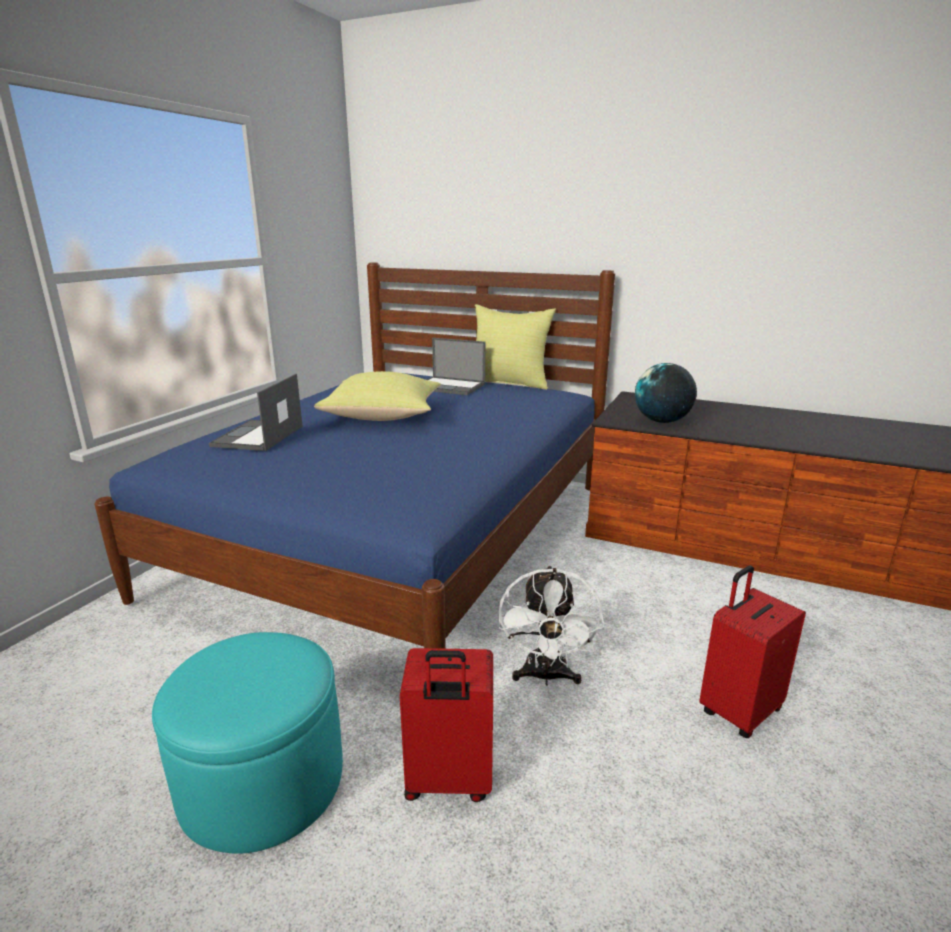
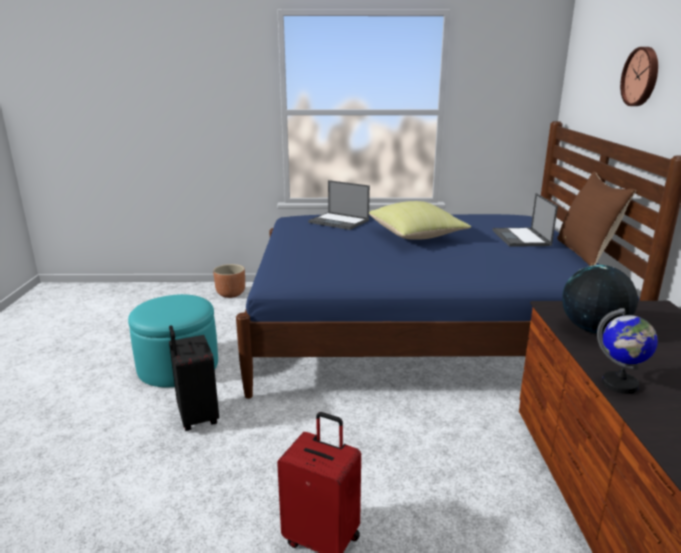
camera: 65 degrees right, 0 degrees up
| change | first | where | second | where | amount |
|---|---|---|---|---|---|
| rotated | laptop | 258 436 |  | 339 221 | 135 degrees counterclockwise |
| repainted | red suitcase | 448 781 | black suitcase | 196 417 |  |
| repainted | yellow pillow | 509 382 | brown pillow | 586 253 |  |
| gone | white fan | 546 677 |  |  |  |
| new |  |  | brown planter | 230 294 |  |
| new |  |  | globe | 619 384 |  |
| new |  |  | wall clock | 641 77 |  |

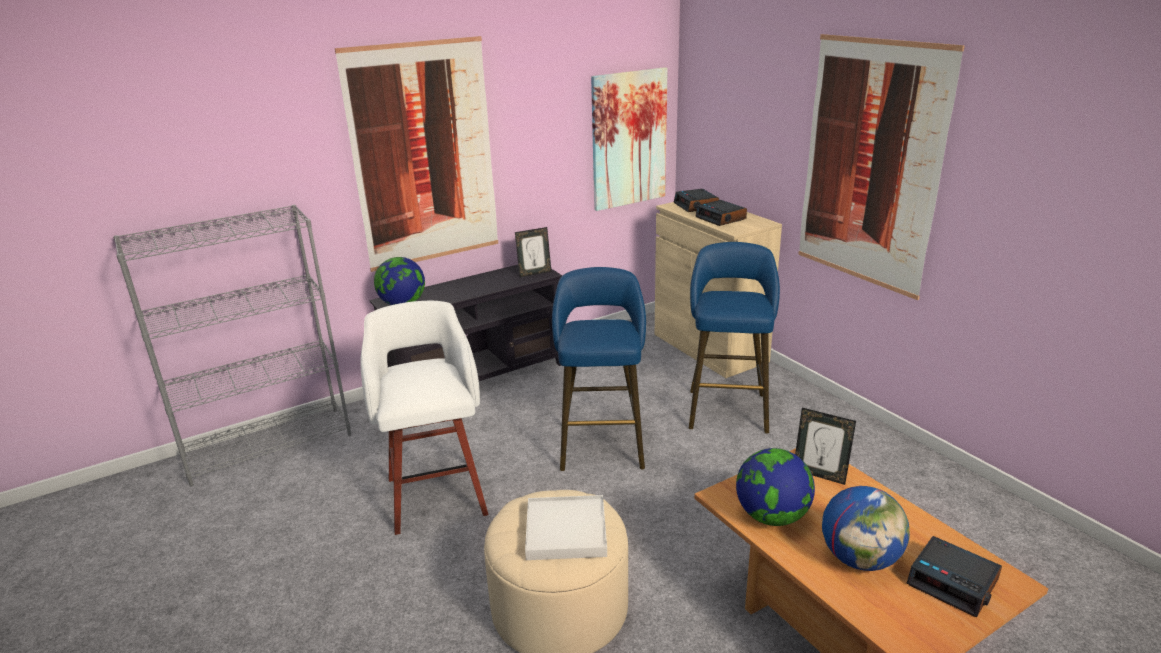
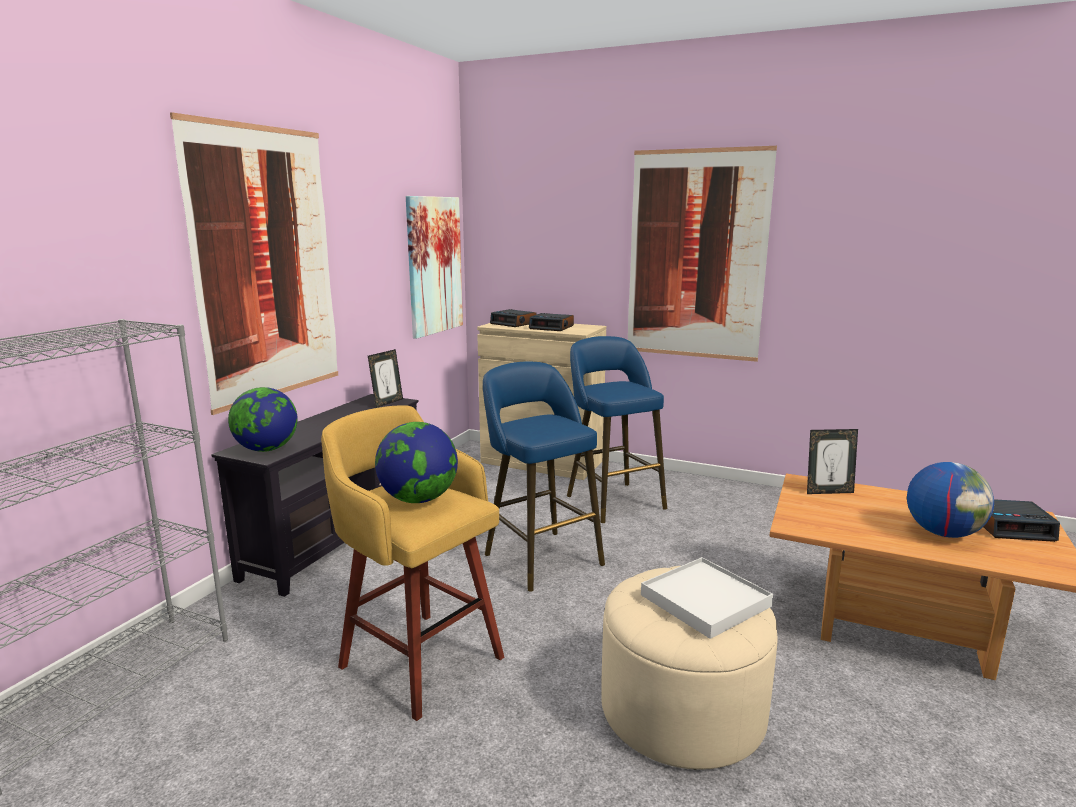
camera: 35 degrees left, 10 degrees down
| change | first | where | second | where | amount |
|---|---|---|---|---|---|
| repainted | white stool | 436 493 | yellow stool | 418 659 |  |
| shifted | globe | 772 516 |  | 418 499 |  |

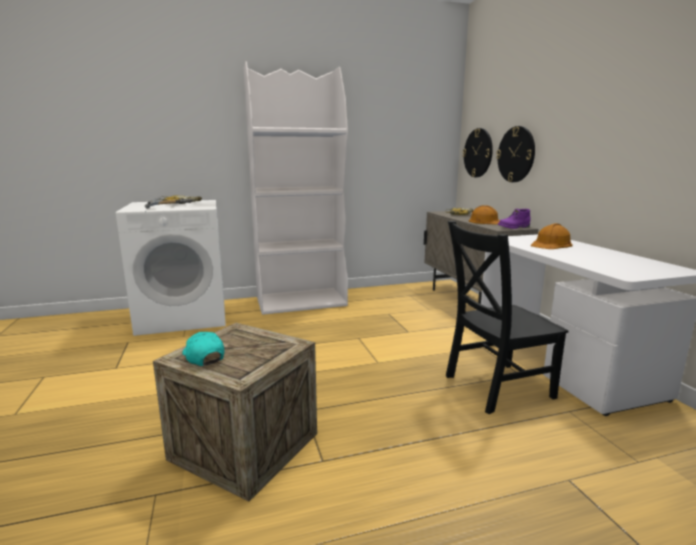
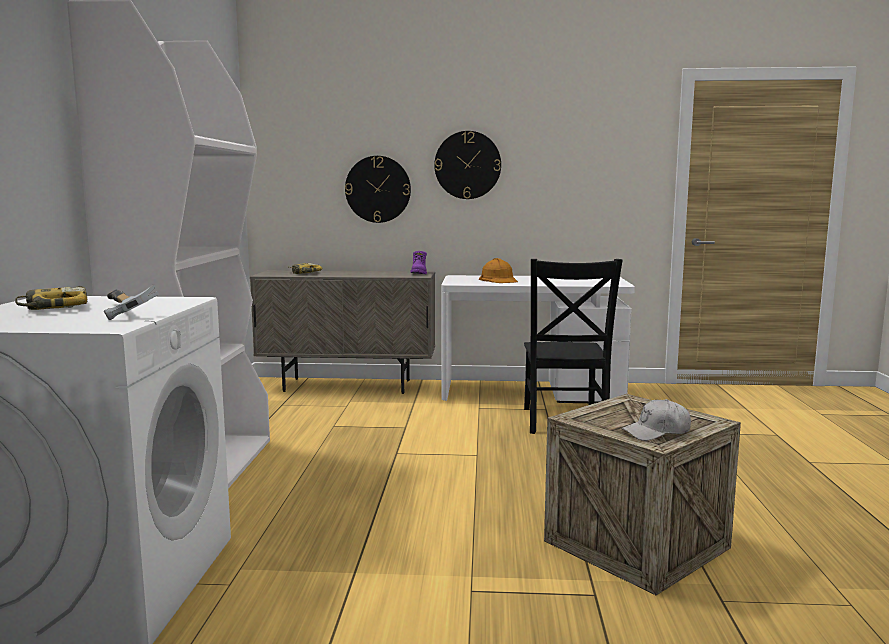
camera: 70 degrees left, 5 degrees down
| change | first | where | second | where | amount |
|---|---|---|---|---|---|
| repainted | turquoise cap | 203 356 | white cap | 656 432 |  |
| shifted | wall clock | 478 153 |  | 467 165 |  |
| gone | orange hard hat | 486 222 |  |  |  |

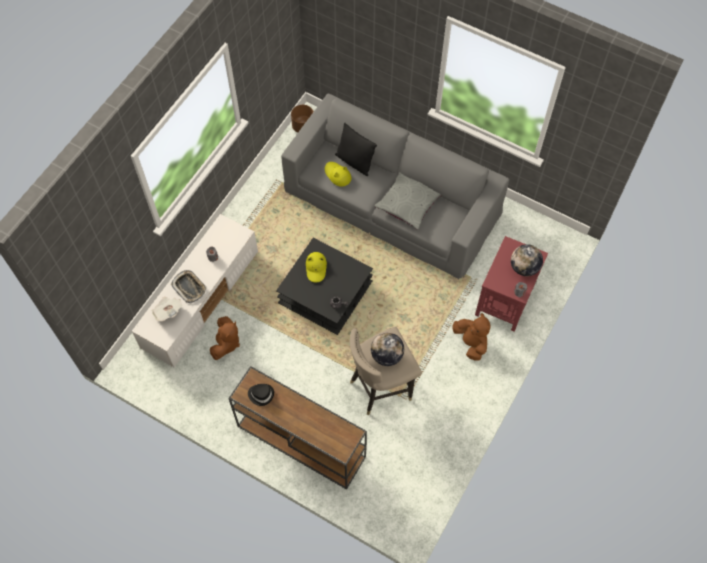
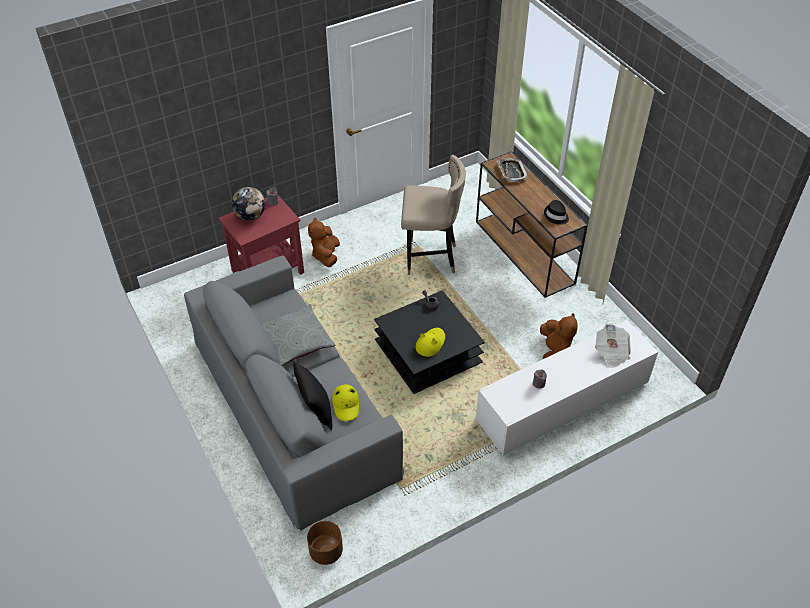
camera: 150 degrees left, 15 degrees down
| change | first | where | second | where | amount |
|---|---|---|---|---|---|
| shifted | tray | 189 287 |  | 511 172 |  |
| rotated | brown plush toy | 226 343 |  | 554 351 | 135 degrees clockwise |
| gone | globe | 386 355 |  |  |  |

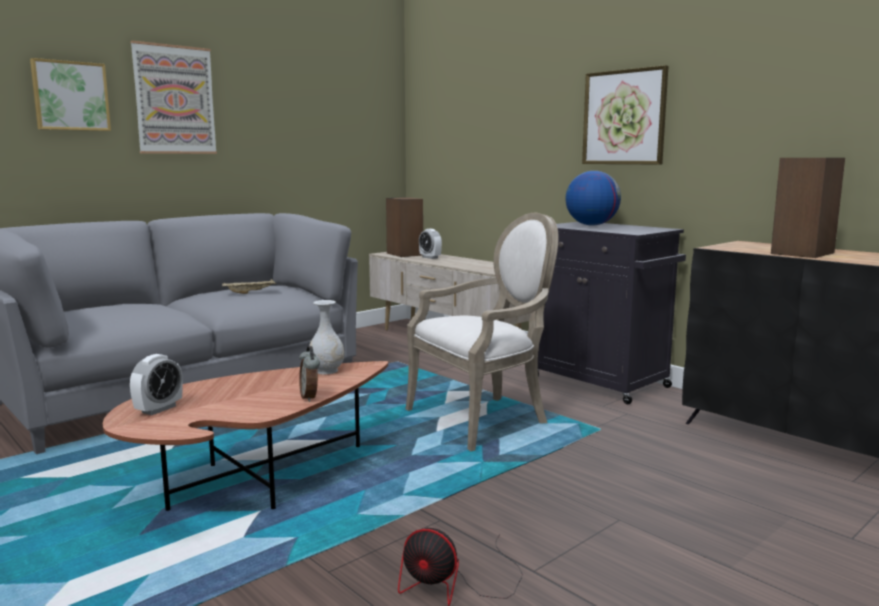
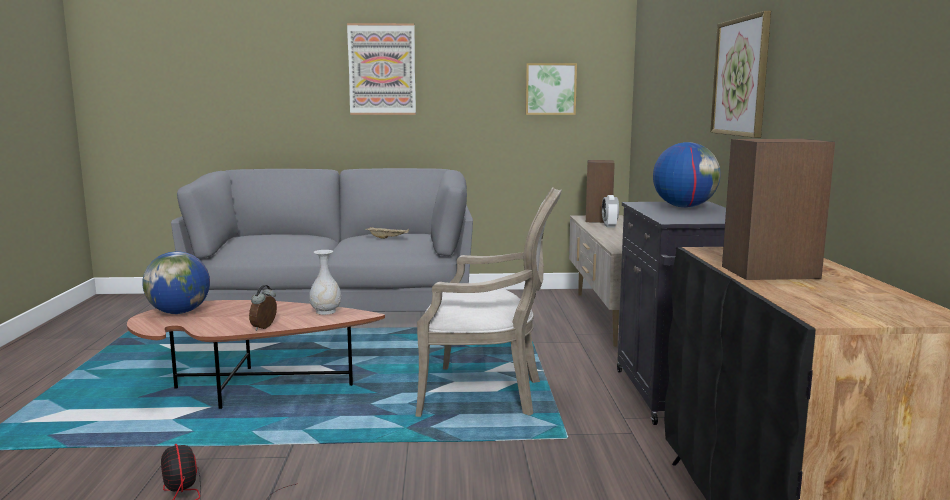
camera: 40 degrees right, 0 degrees up
| change | first | where | second | where | amount |
|---|---|---|---|---|---|
| shifted | picture | 70 96 |  | 550 89 |  |
| swapped | alarm clock | 159 409 | globe | 179 312 |  |

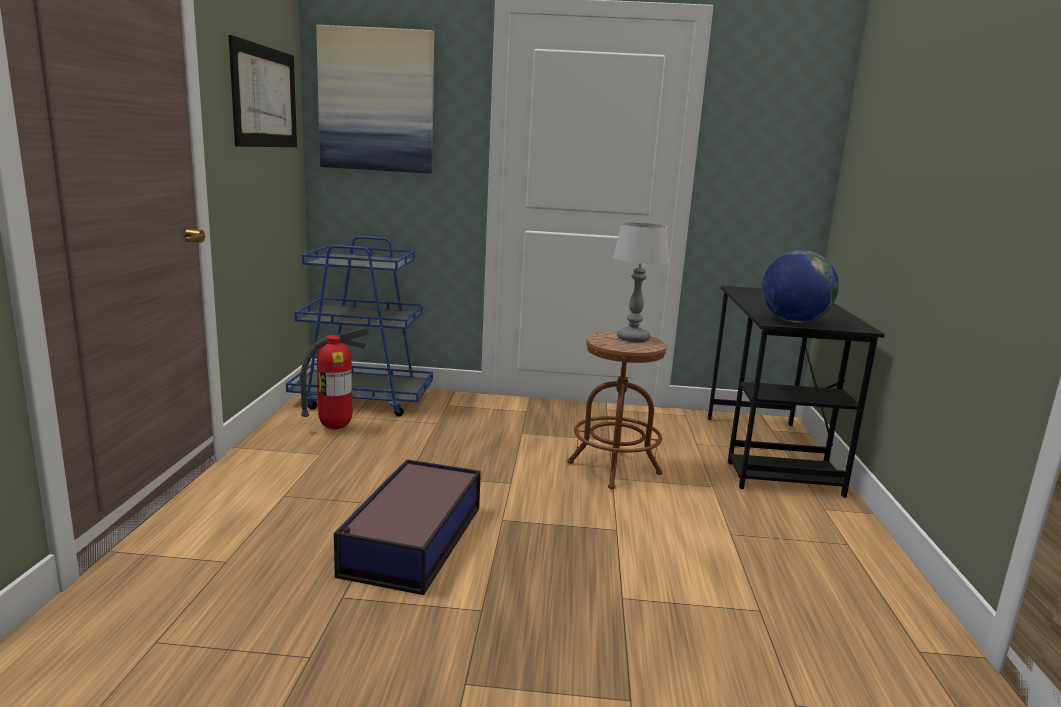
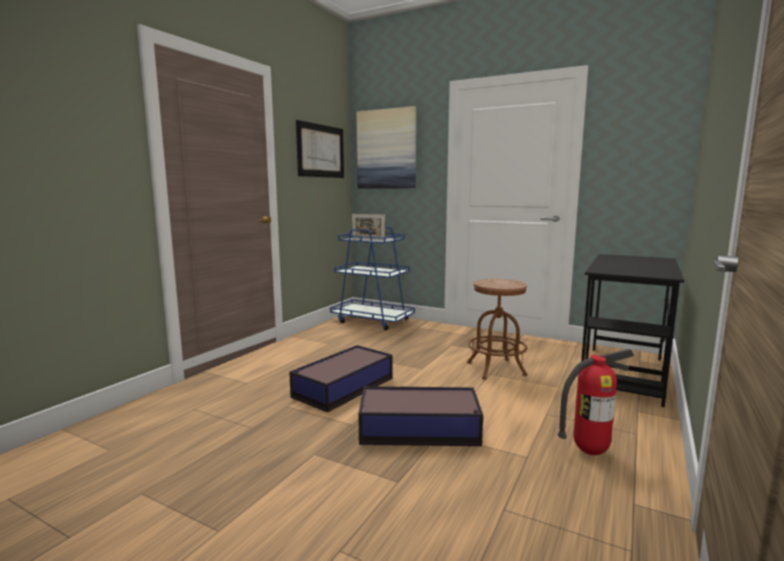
camera: 25 degrees right, 5 degrees down
| change | first | where | second | where | amount |
|---|---|---|---|---|---|
| shifted | fire extinguisher | 335 427 |  | 590 451 |  |
| gone | table lamp | 633 339 |  |  |  |
| gone | globe | 793 321 |  |  |  |
| new |  |  | picture frame | 368 239 |  |
| new |  |  | storage box | 420 429 |  |

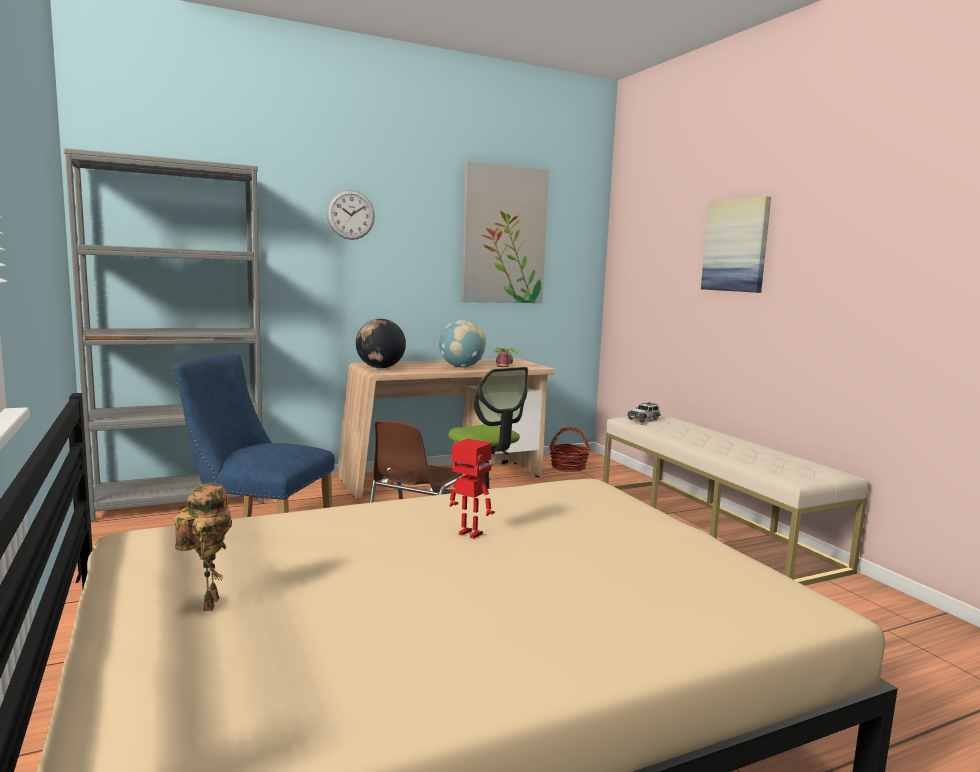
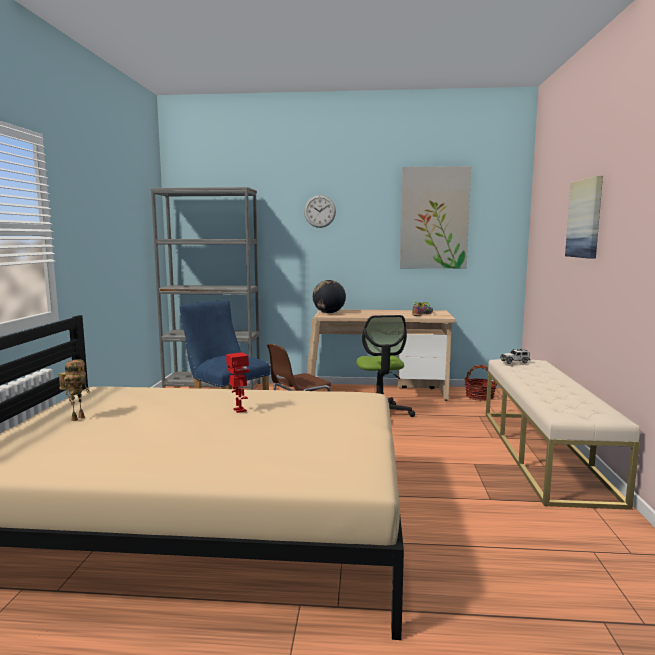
camera: 30 degrees right, 0 degrees up
| change | first | where | second | where | amount |
|---|---|---|---|---|---|
| gone | globe | 461 367 |  |  |  |

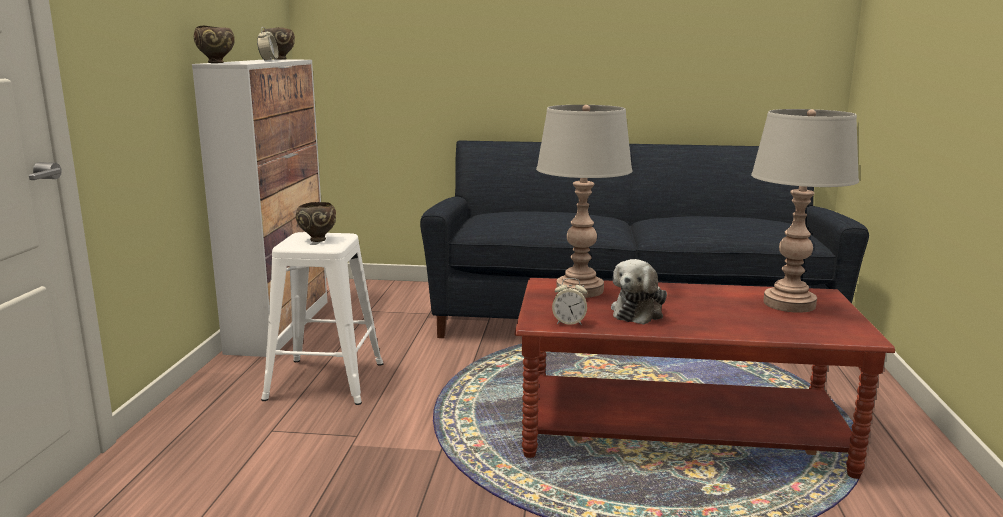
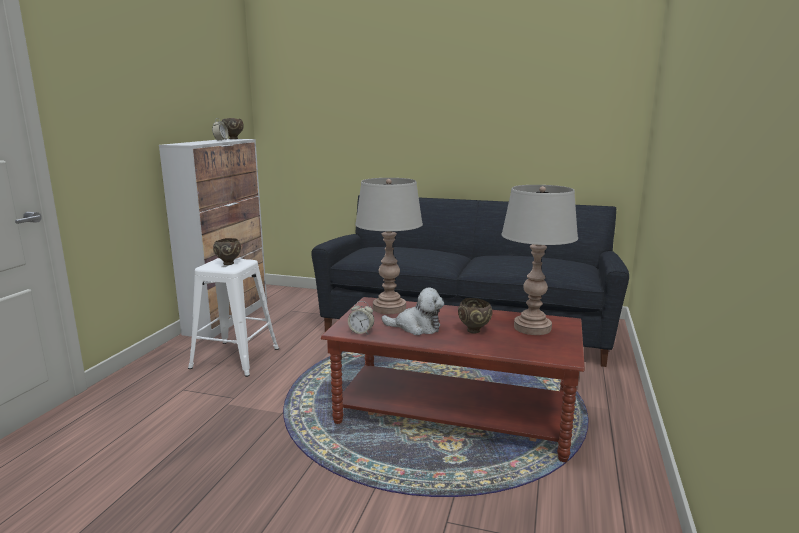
camera: 10 degrees right, 0 degrees up
| change | first | where | second | where | amount |
|---|---|---|---|---|---|
| shifted | brown bowl | 217 62 |  | 474 331 |  |
| rotated | plush toy | 639 312 |  | 416 327 | 120 degrees counterclockwise |

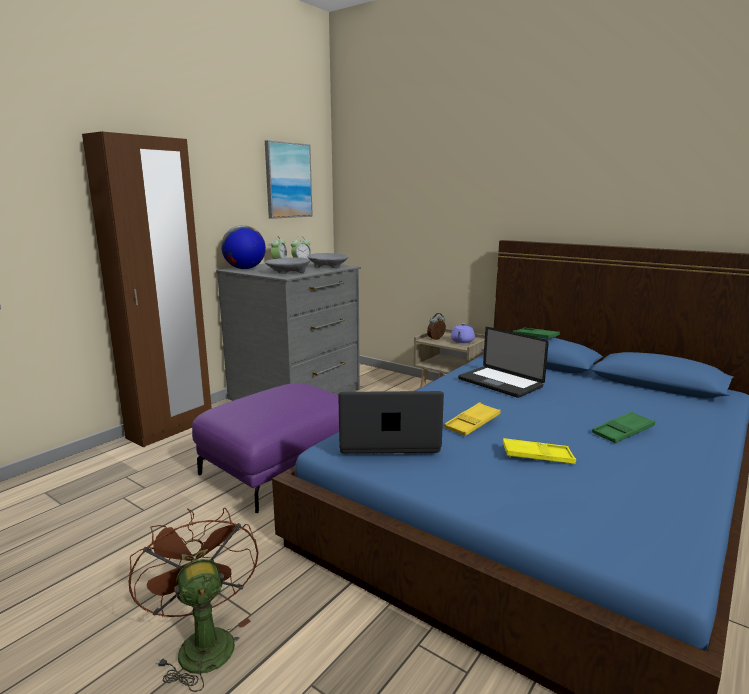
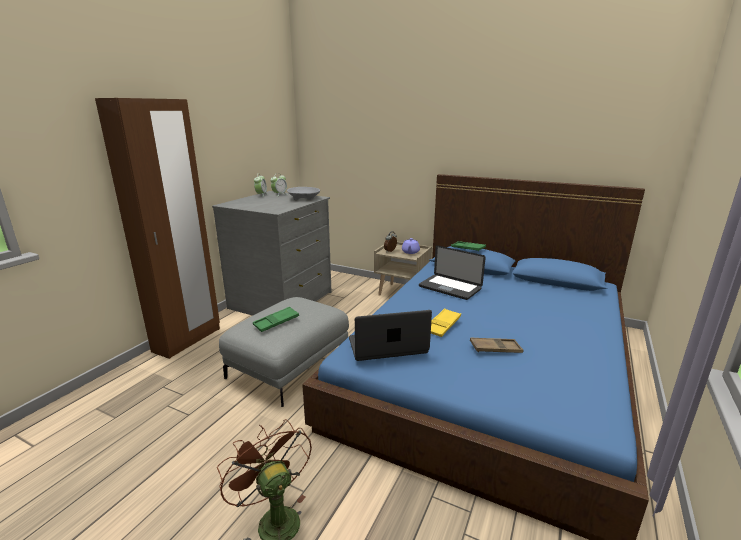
camera: 10 degrees left, 5 degrees up
| change | first | where | second | where | amount |
|---|---|---|---|---|---|
| repainted | purple ottoman | 280 469 | grey ottoman | 290 367 |  |
| gone | globe | 245 269 |  |  |  |
| gone | picture | 288 180 |  |  |  |
| gone | grey bowl | 288 272 |  |  |  |
| repainted | yellow tray | 537 456 | brown tray | 495 349 |  |
| shifted | green tray | 623 432 |  | 276 322 |  |

